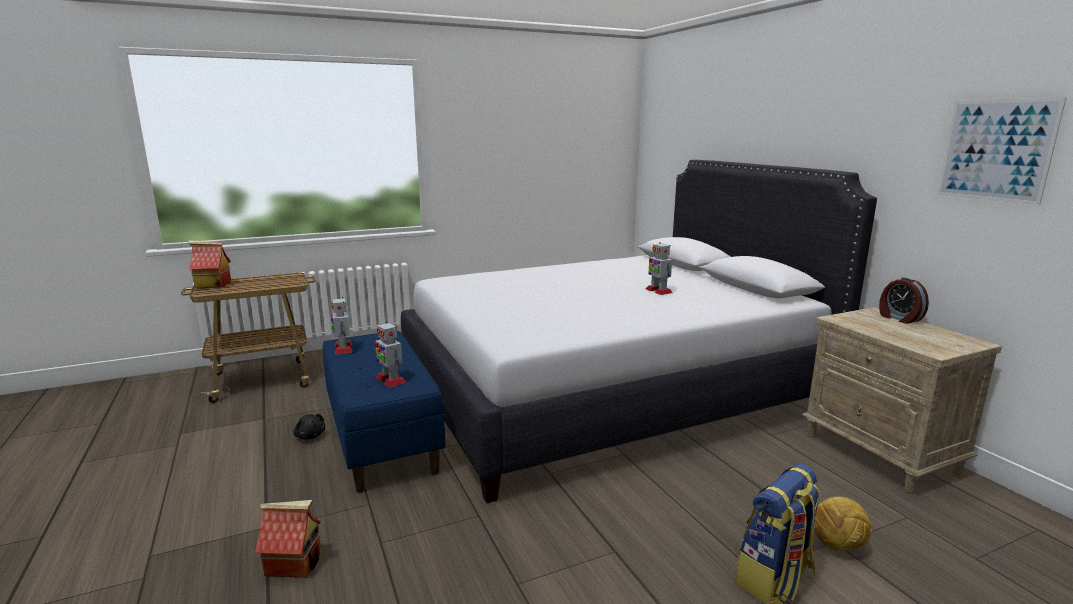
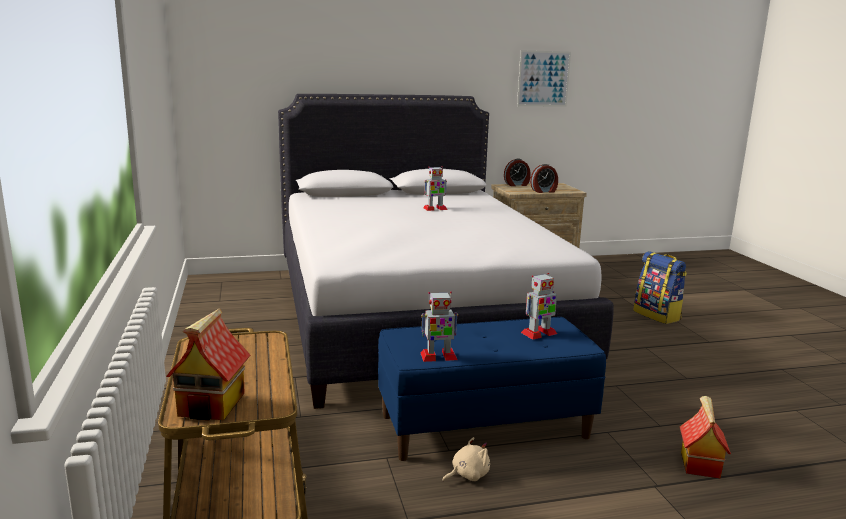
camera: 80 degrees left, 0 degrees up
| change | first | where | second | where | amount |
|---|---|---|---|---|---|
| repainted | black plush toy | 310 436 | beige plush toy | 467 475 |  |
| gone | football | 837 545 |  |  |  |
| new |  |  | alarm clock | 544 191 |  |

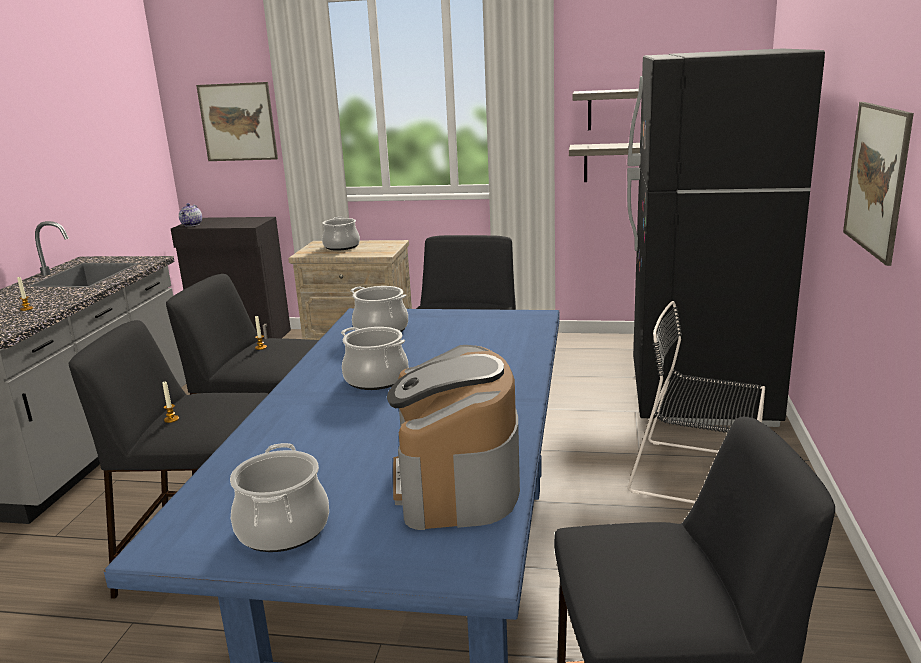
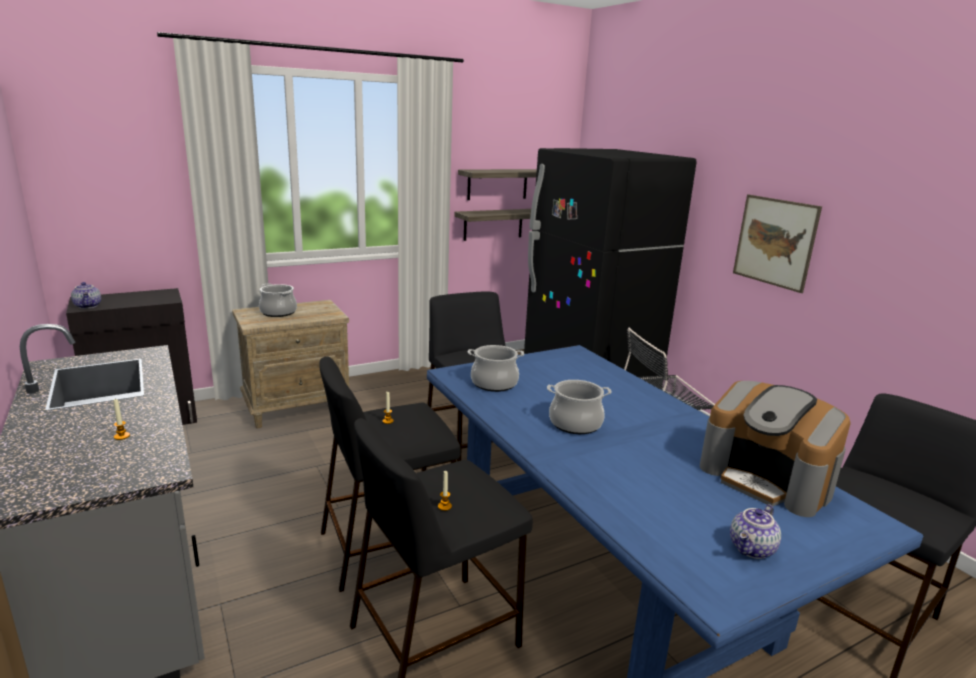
camera: 40 degrees left, 0 degrees up
| change | first | where | second | where | amount |
|---|---|---|---|---|---|
| gone | picture | 238 122 |  |  |  |
| swapped | cooking pot | 283 529 | teapot | 752 549 |  |

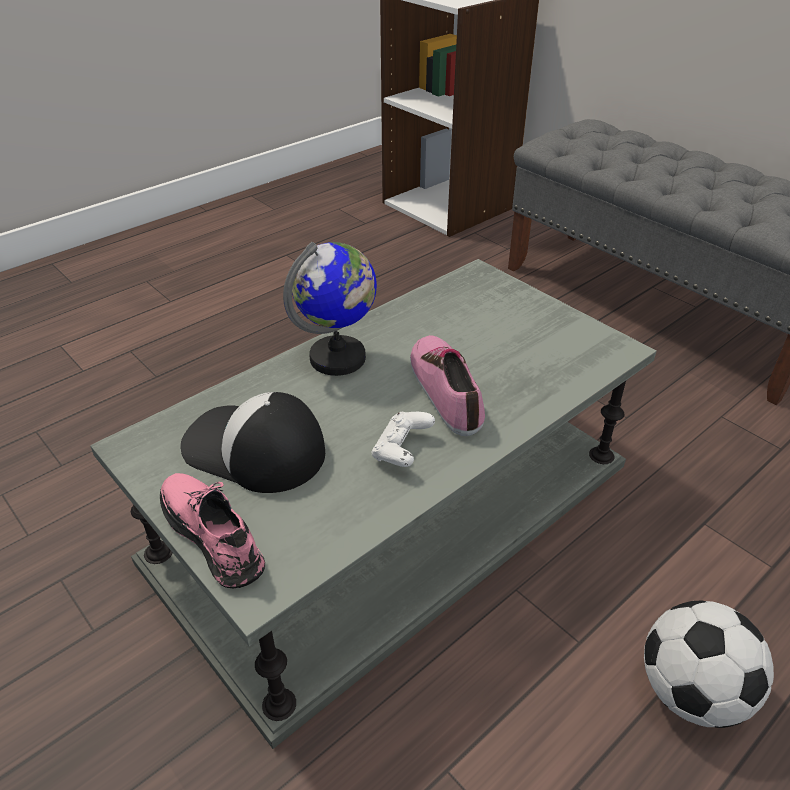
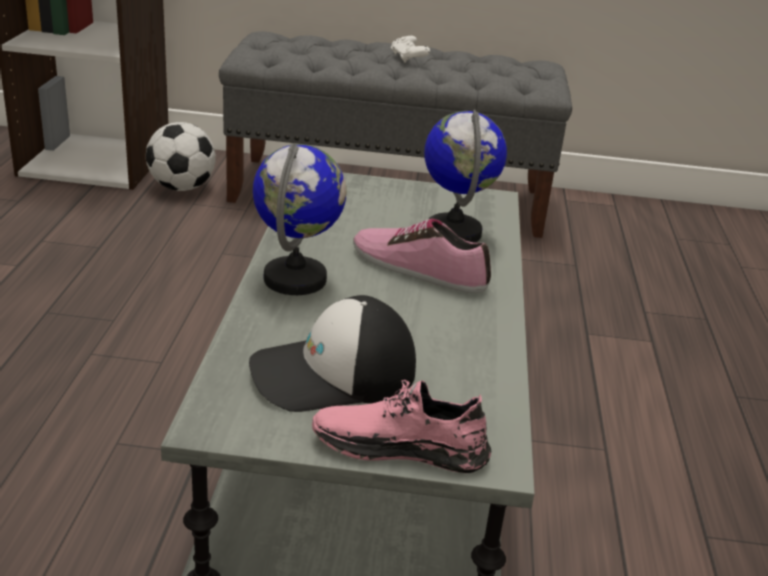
camera: 45 degrees left, 10 degrees down
| change | first | where | second | where | amount |
|---|---|---|---|---|---|
| shifted | white game controller | 402 451 |  | 408 58 |  |
| shifted | football | 691 693 |  | 182 188 |  |
| new |  |  | globe | 454 232 |  |

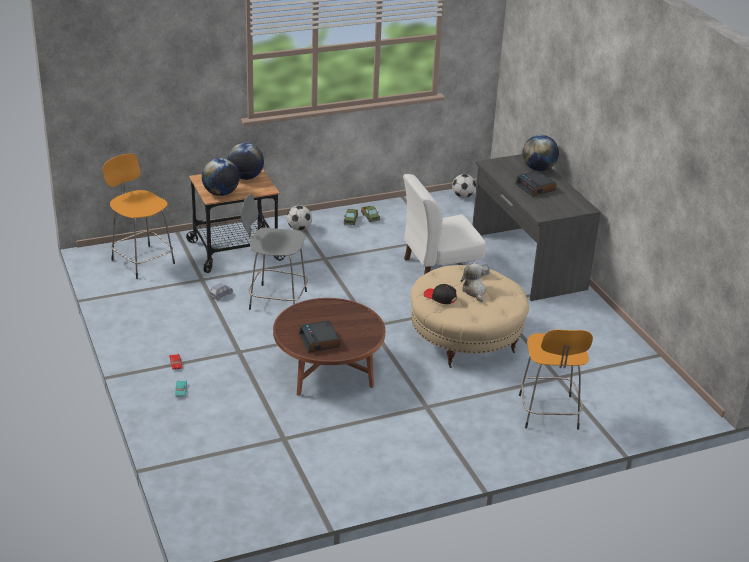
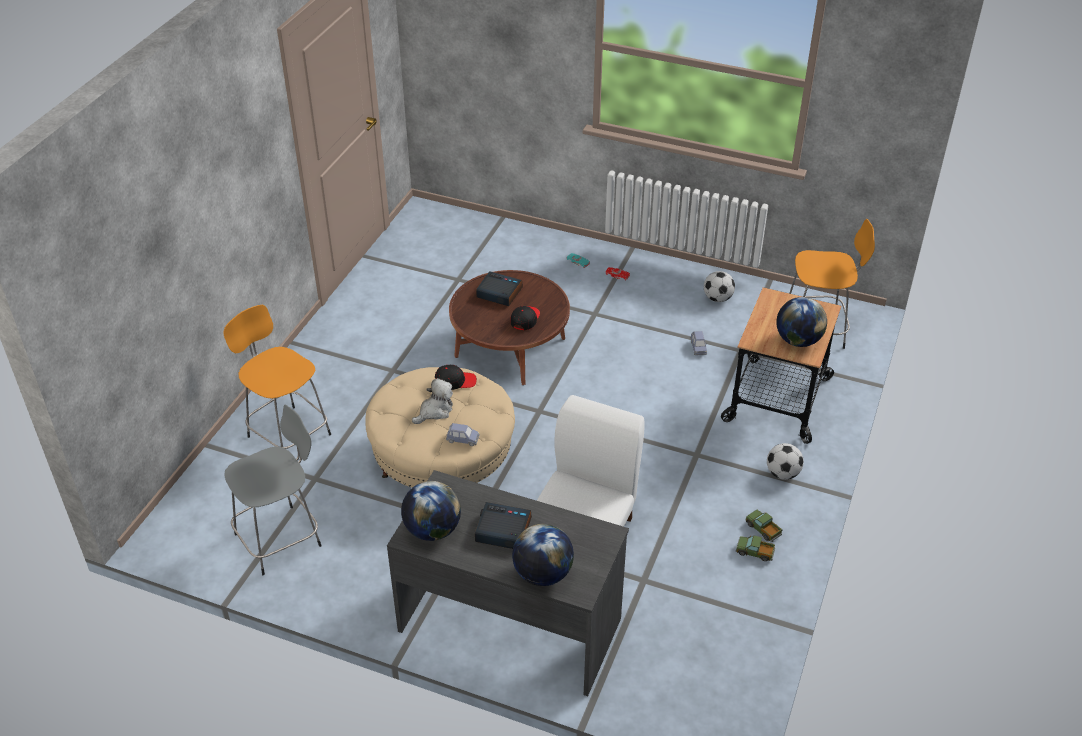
camera: 135 degrees right, 10 degrees up
| change | first | where | second | where | amount |
|---|---|---|---|---|---|
| shifted | globe | 221 193 |  | 432 530 |  |
| shifted | grey stool | 275 300 |  | 281 538 |  |
| shifted | football | 463 196 |  | 717 298 |  |
| rotated | plush toy | 474 291 |  | 435 411 | 75 degrees counterclockwise |
| new |  |  | black cap | 525 319 |  |

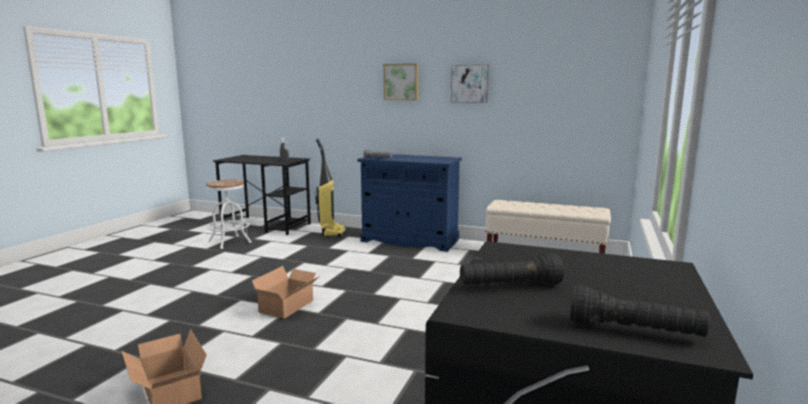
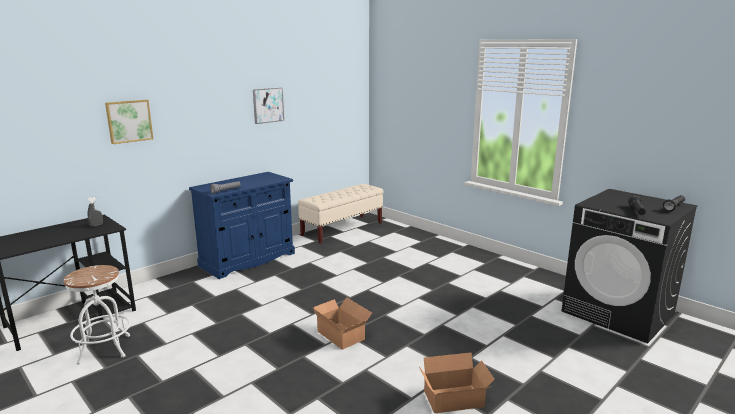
camera: 65 degrees left, 5 degrees up
| change | first | where | second | where | amount |
|---|---|---|---|---|---|
| gone | vacuum cleaner | 332 232 |  |  |  |
| shifted | picture | 401 82 |  | 129 121 |  |

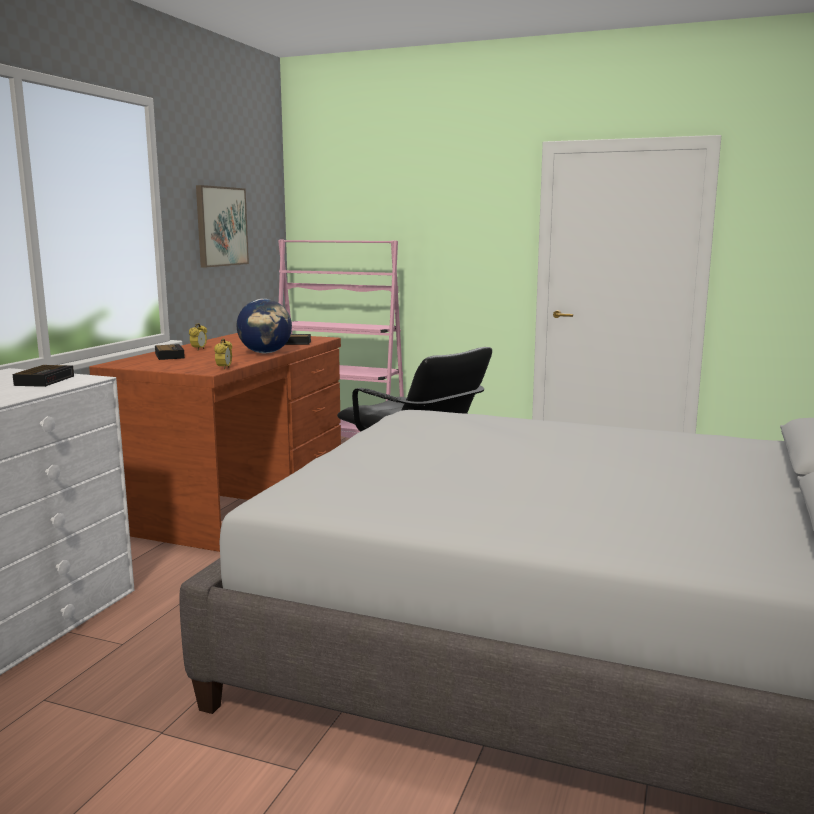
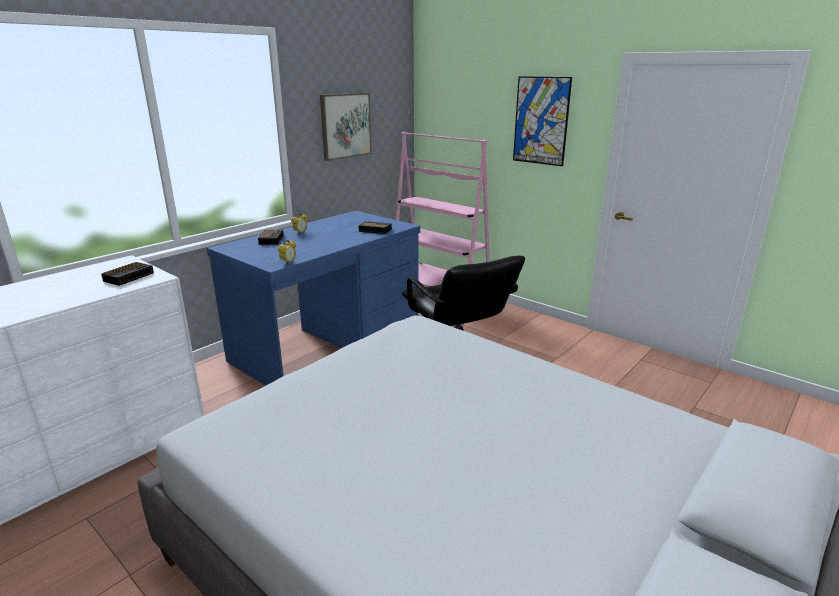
camera: 20 degrees right, 10 degrees up
| change | first | where | second | where | amount |
|---|---|---|---|---|---|
| repainted | brown desk | 237 499 | blue desk | 329 344 |  |
| gone | globe | 265 353 |  |  |  |
| new |  |  | picture | 541 121 |  |

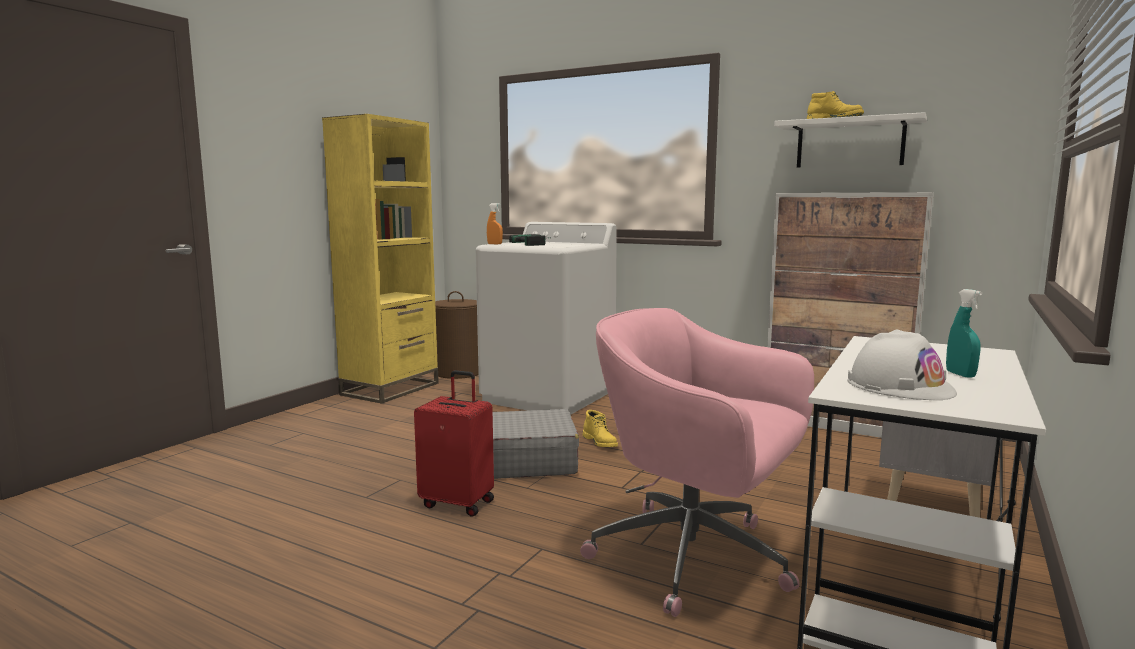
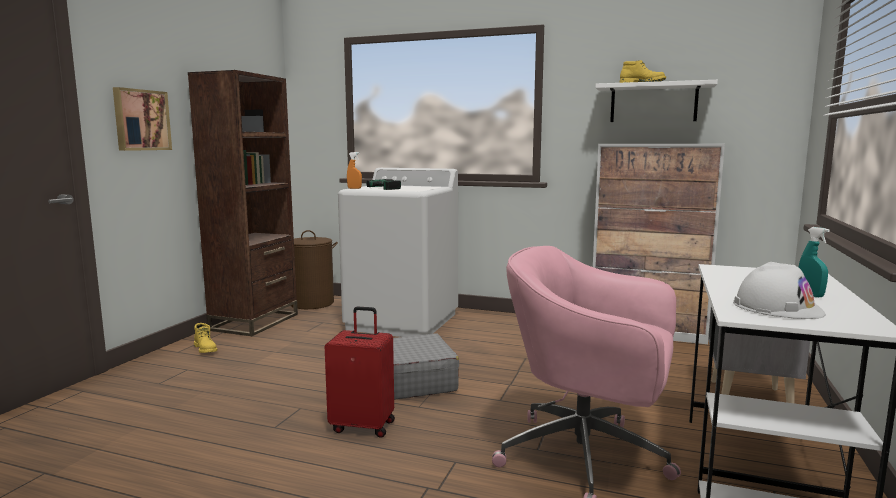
camera: 10 degrees left, 0 degrees up
| change | first | where | second | where | amount |
|---|---|---|---|---|---|
| repainted | yellow bookcase | 390 389 | brown bookcase | 255 322 |  |
| shifted | yellow boot | 600 442 |  | 206 349 |  |
| new |  |  | picture | 141 120 |  |

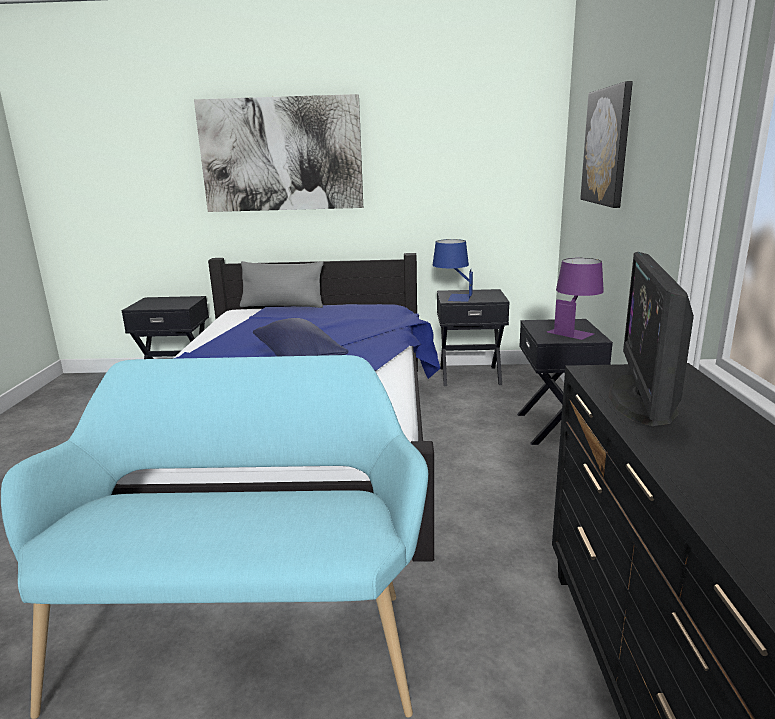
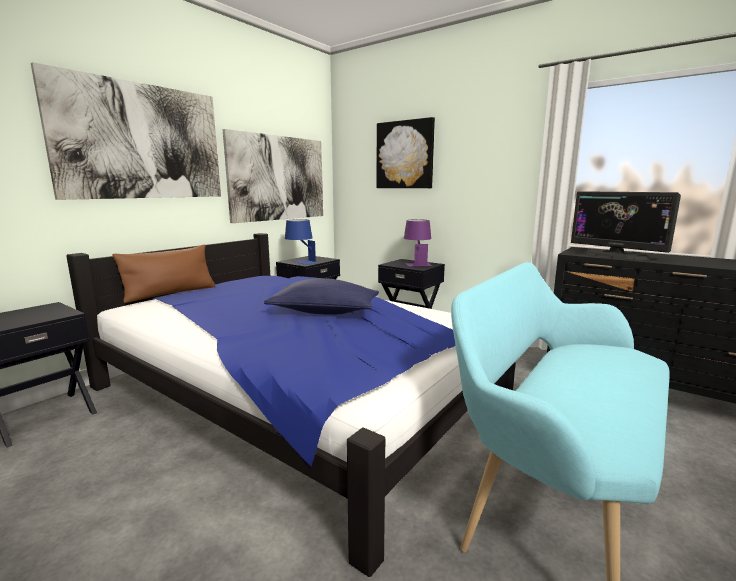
camera: 55 degrees left, 5 degrees down
| change | first | where | second | where | amount |
|---|---|---|---|---|---|
| repainted | grey pillow | 282 306 | brown pillow | 170 293 |  |
| new |  |  | picture | 278 178 |  |

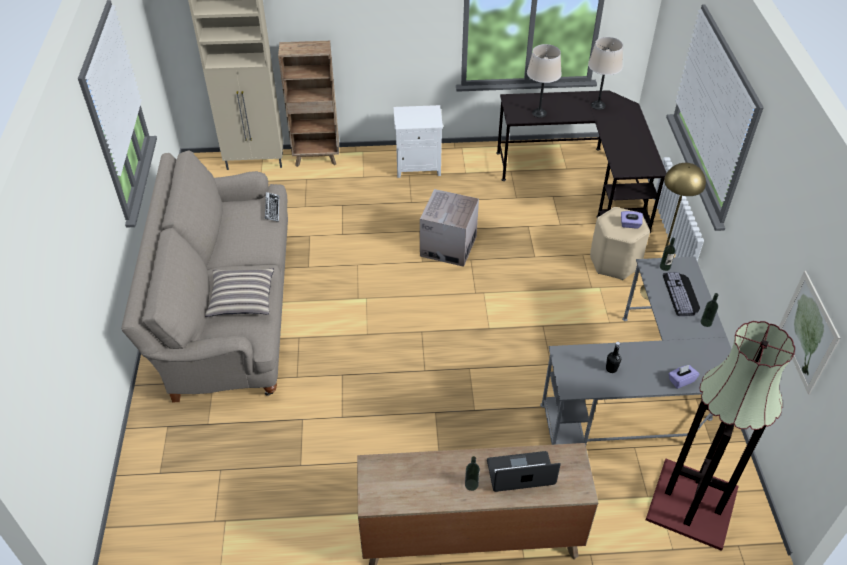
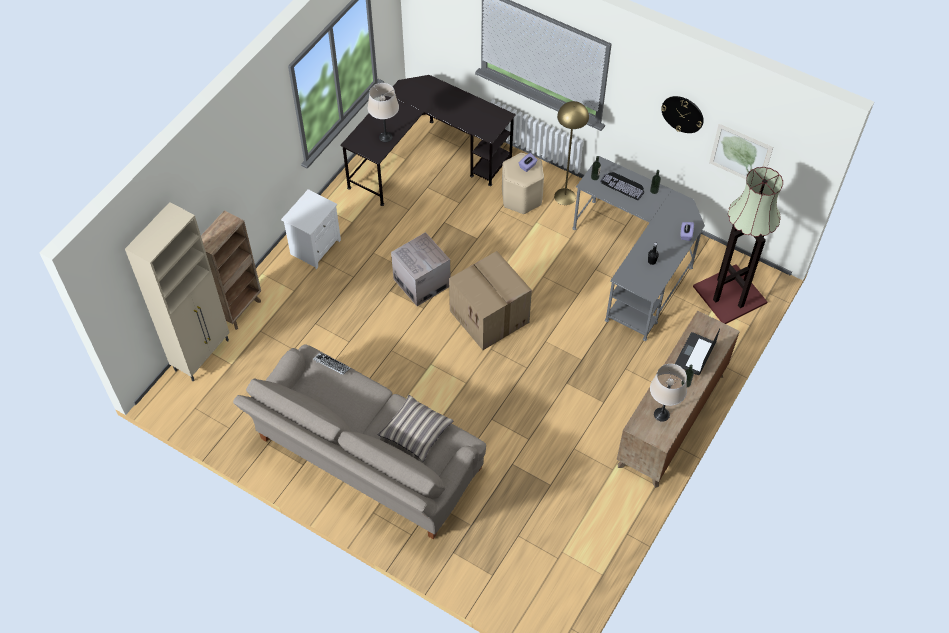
camera: 55 degrees left, 10 degrees up
| change | first | where | second | where | amount |
|---|---|---|---|---|---|
| shifted | beige table lamp | 598 105 |  | 661 414 |  |
| new |  |  | cardboard box | 490 316 |  |
| new |  |  | wall clock | 682 114 |  |

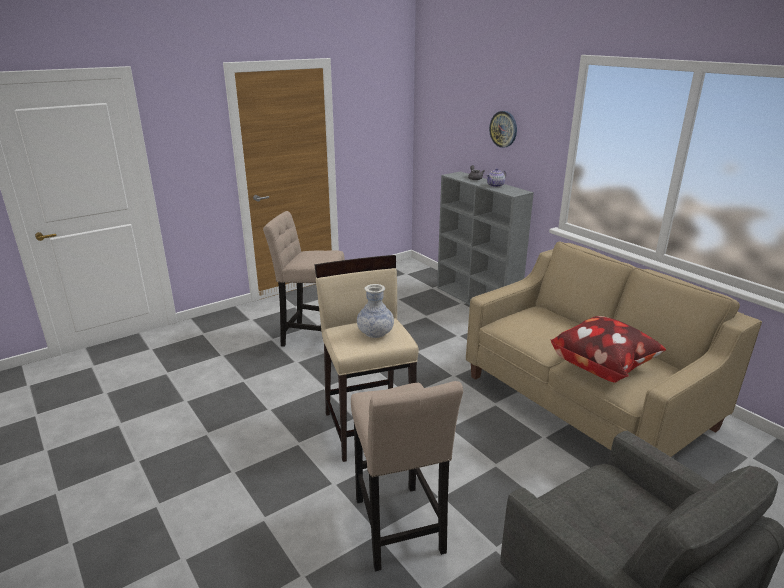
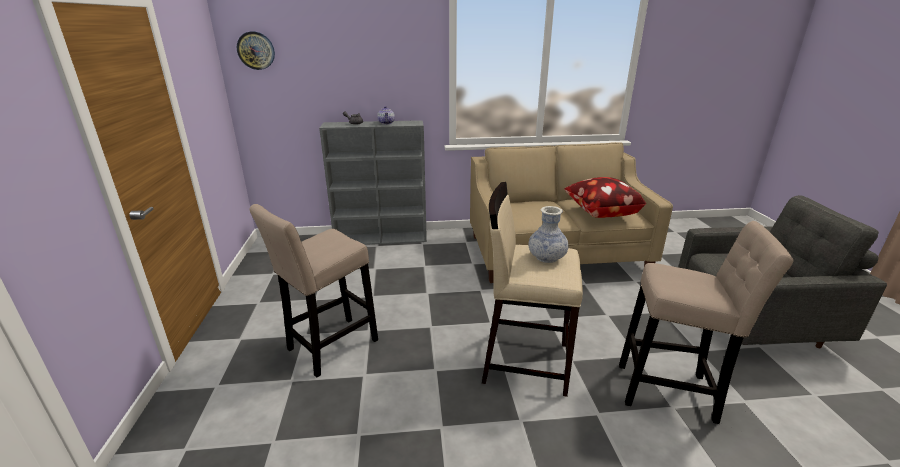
camera: 60 degrees left, 0 degrees up
| change | first | where | second | where | amount |
|---|---|---|---|---|---|
| shifted | wall clock | 503 129 |  | 256 50 |  |

